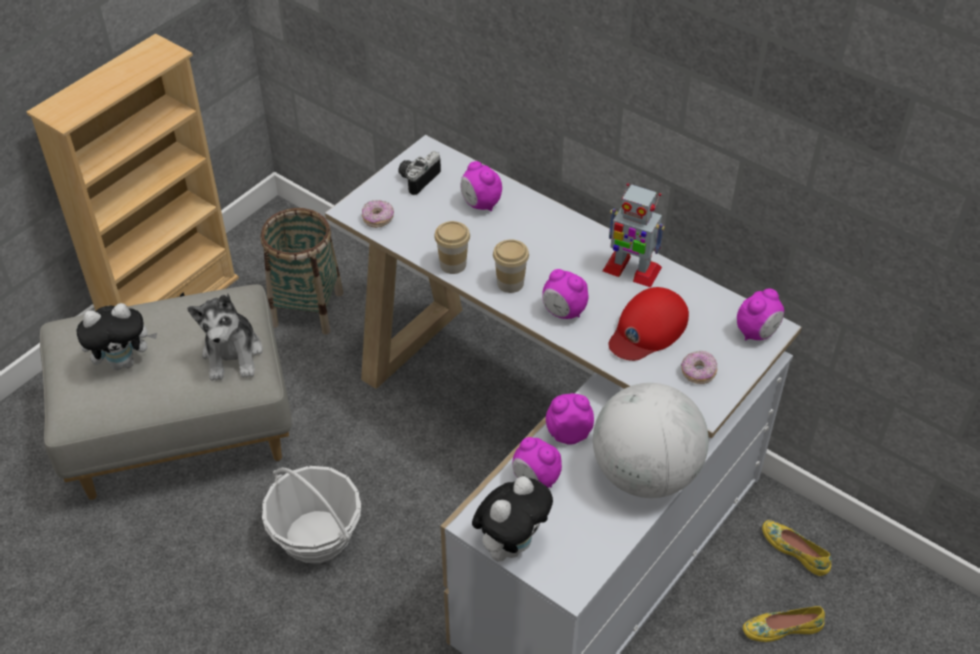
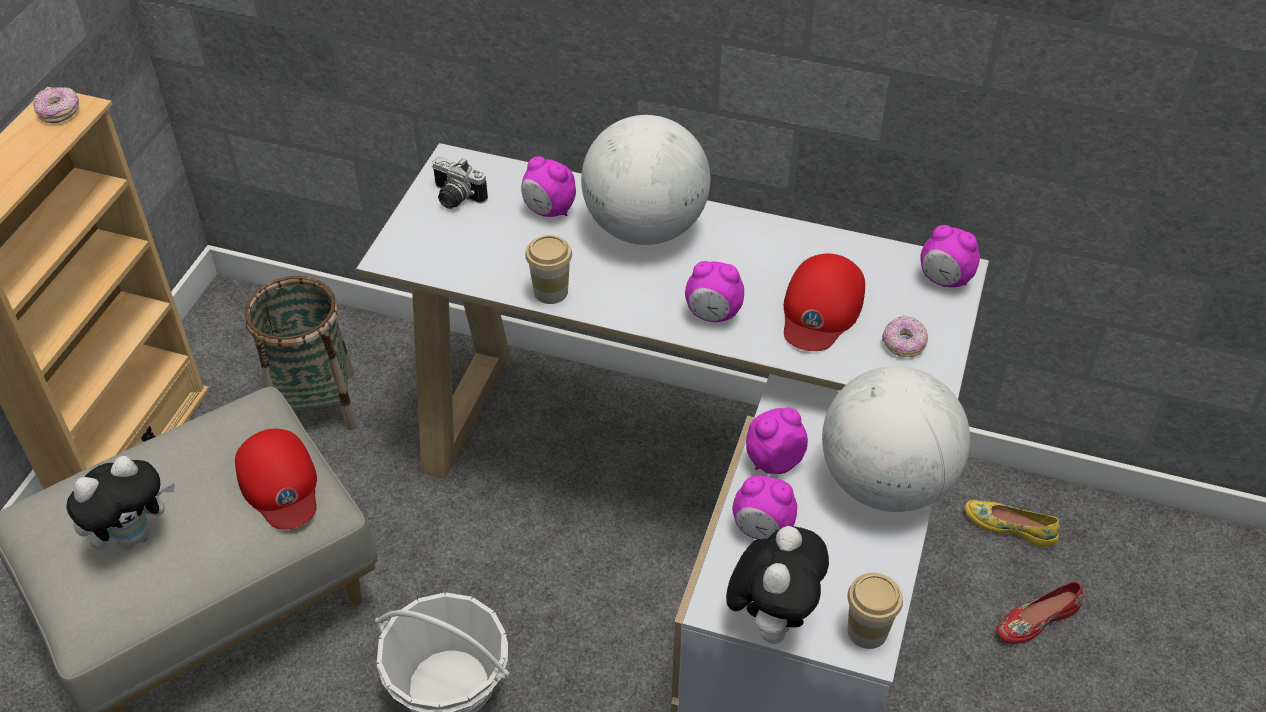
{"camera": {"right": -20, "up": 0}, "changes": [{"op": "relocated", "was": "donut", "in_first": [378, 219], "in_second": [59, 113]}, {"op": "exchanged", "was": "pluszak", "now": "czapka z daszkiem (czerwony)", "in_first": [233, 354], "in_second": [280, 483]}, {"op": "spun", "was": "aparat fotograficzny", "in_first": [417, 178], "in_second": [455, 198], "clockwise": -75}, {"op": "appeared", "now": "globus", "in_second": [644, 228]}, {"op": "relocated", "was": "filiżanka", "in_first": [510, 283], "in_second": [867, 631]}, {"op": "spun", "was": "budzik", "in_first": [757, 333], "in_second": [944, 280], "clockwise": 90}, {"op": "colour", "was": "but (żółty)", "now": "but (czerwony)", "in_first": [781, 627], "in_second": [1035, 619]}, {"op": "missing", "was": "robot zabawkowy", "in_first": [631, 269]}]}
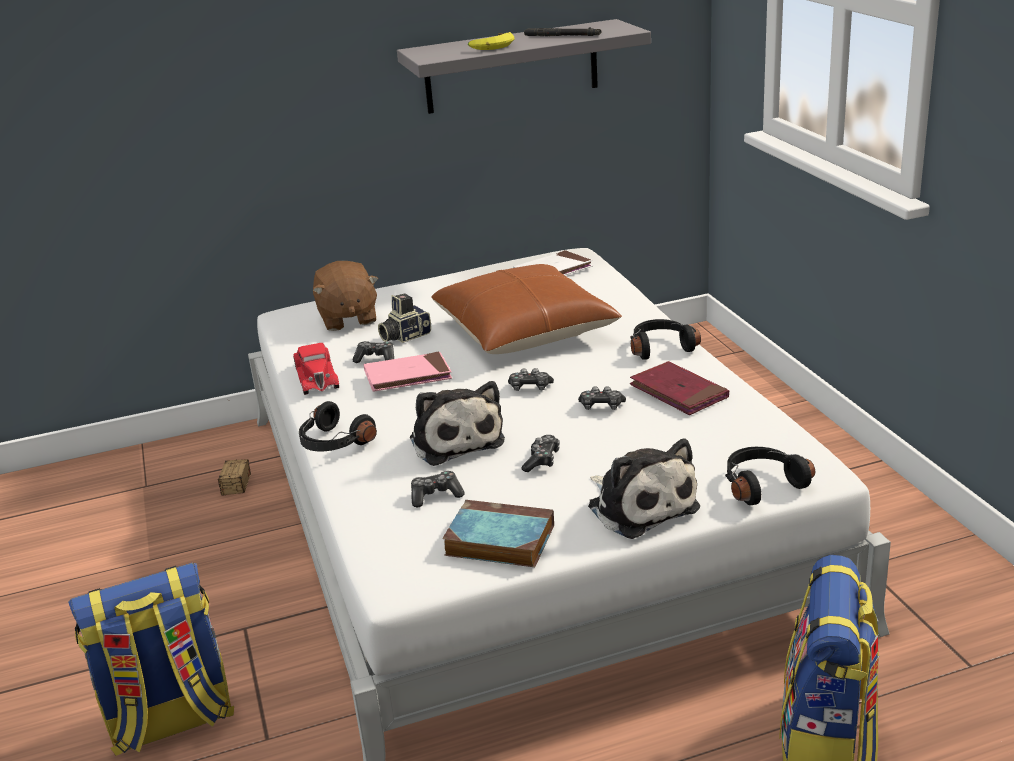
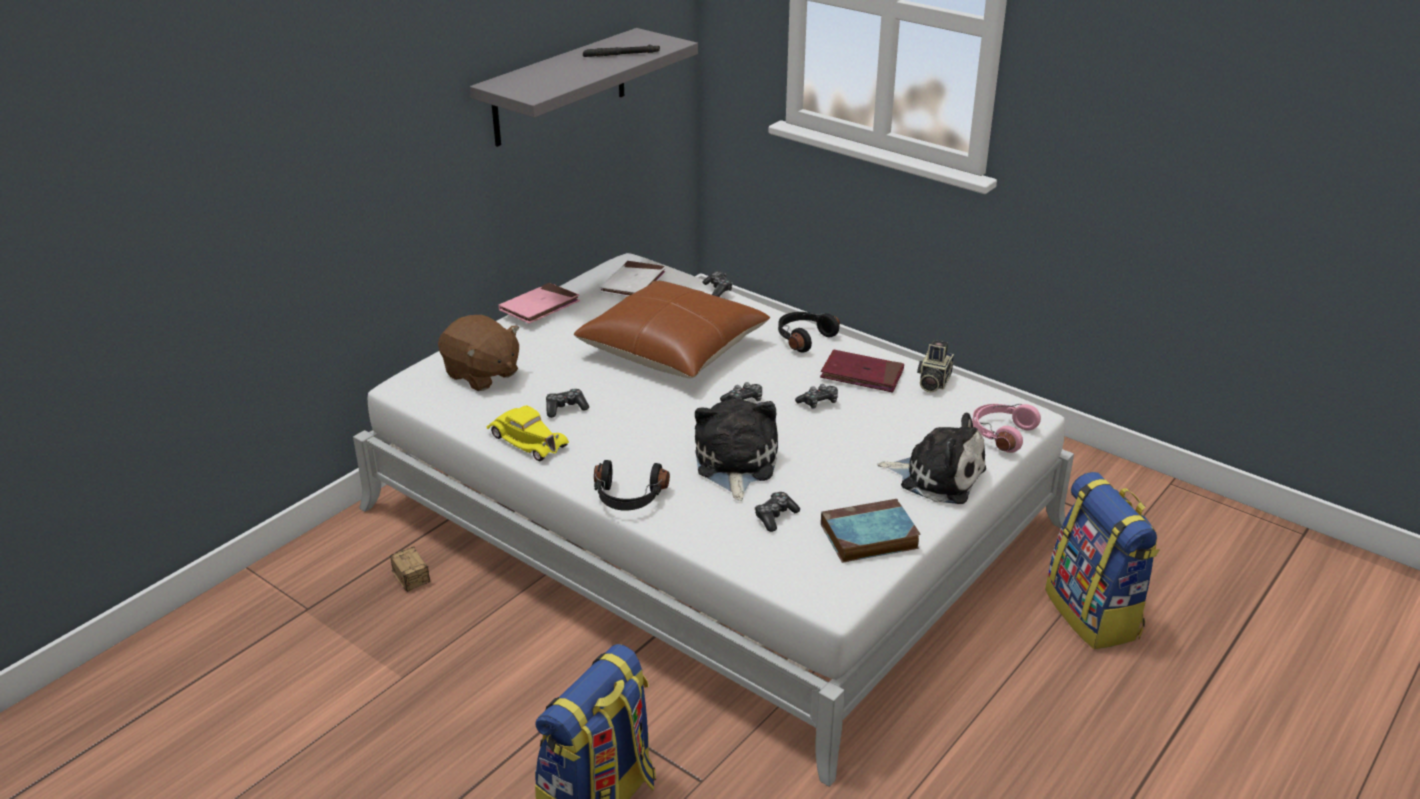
{"camera": {"right": -35, "up": 5}, "changes": [{"op": "colour", "was": "samochodzik (czerwony)", "now": "samochodzik (żółty)", "in_first": [316, 376], "in_second": [527, 440]}, {"op": "relocated", "was": "książka (różowy)", "in_first": [408, 376], "in_second": [539, 307]}, {"op": "spun", "was": "pluszak", "in_first": [455, 439], "in_second": [734, 464], "clockwise": -120}, {"op": "relocated", "was": "pad do gier", "in_first": [542, 460], "in_second": [718, 289]}, {"op": "relocated", "was": "aparat fotograficzny", "in_first": [404, 336], "in_second": [932, 382]}, {"op": "colour", "was": "słuchawki (czarny)", "now": "słuchawki (różowy)", "in_first": [761, 484], "in_second": [1001, 434]}, {"op": "missing", "was": "banan", "in_first": [490, 46]}]}
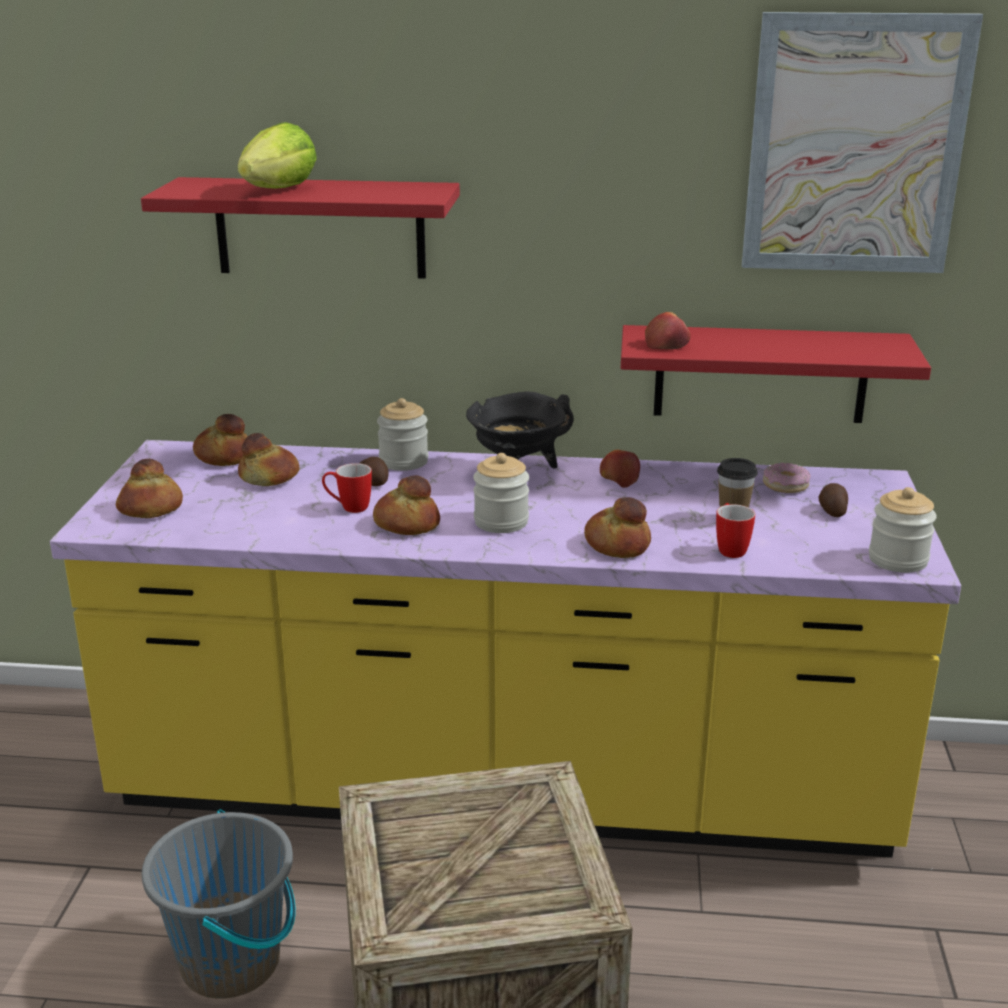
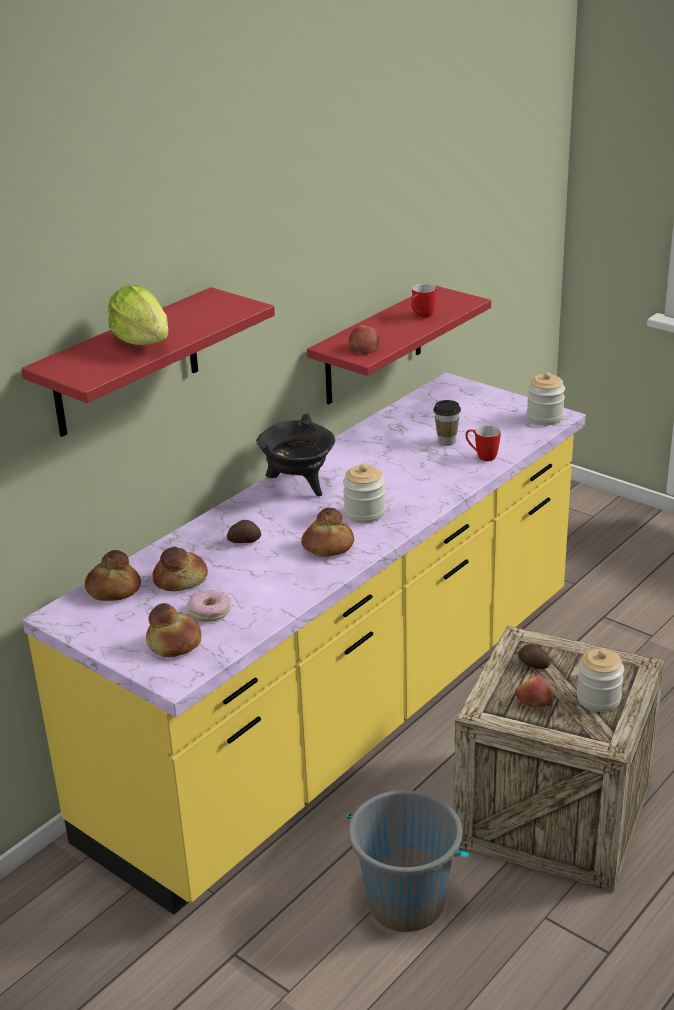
{"camera": {"right": -55, "up": 5}, "changes": [{"op": "relocated", "was": "donut", "in_first": [785, 485], "in_second": [209, 611]}, {"op": "relocated", "was": "kubek", "in_first": [348, 508], "in_second": [421, 316]}, {"op": "relocated", "was": "jabłko", "in_first": [619, 478], "in_second": [532, 700]}, {"op": "relocated", "was": "ziemniak", "in_first": [832, 511], "in_second": [533, 665]}, {"op": "relocated", "was": "słoik", "in_first": [403, 461], "in_second": [598, 699]}, {"op": "missing", "was": "chleb", "in_first": [618, 544]}, {"op": "missing", "was": "obraz", "in_first": [855, 146]}]}
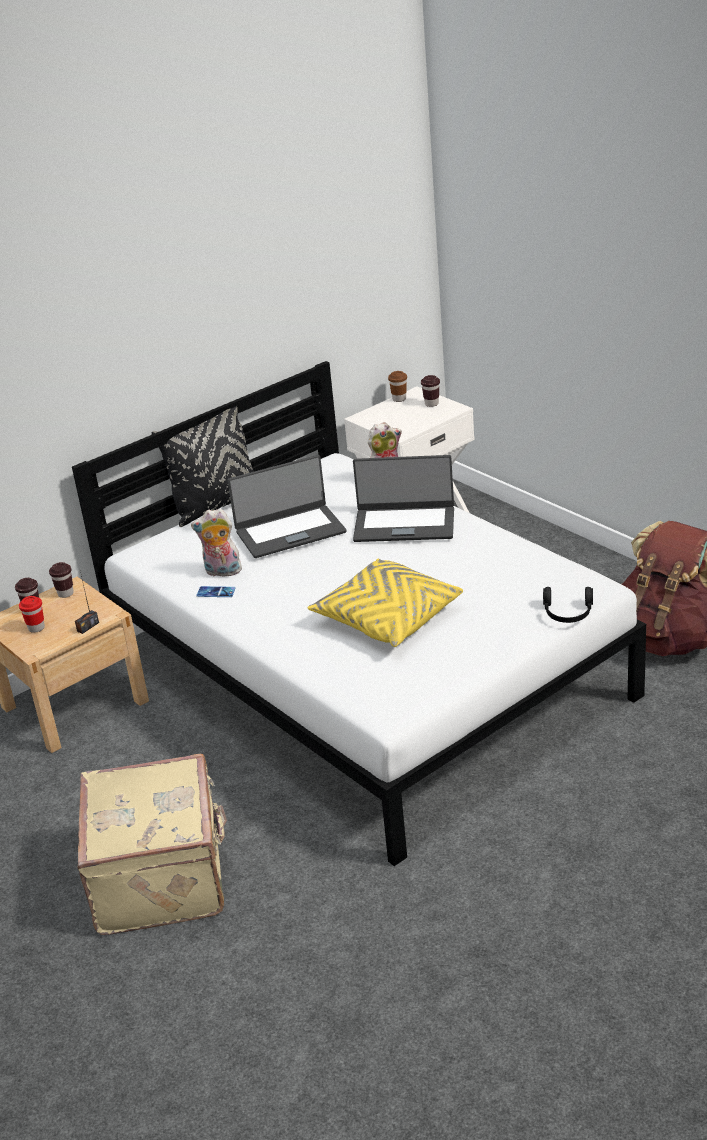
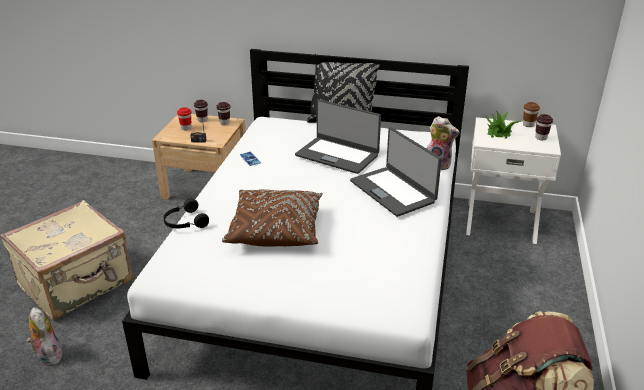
{"camera": {"right": 50, "up": 0}, "changes": [{"op": "relocated", "was": "pluszak", "in_first": [222, 572], "in_second": [47, 355]}, {"op": "relocated", "was": "słuchawki (czarny)", "in_first": [568, 613], "in_second": [184, 222]}, {"op": "colour", "was": "poduszka (żółty)", "now": "poduszka (brązowy)", "in_first": [387, 618], "in_second": [275, 230]}, {"op": "appeared", "now": "roślina doniczkowa", "in_second": [498, 132]}]}
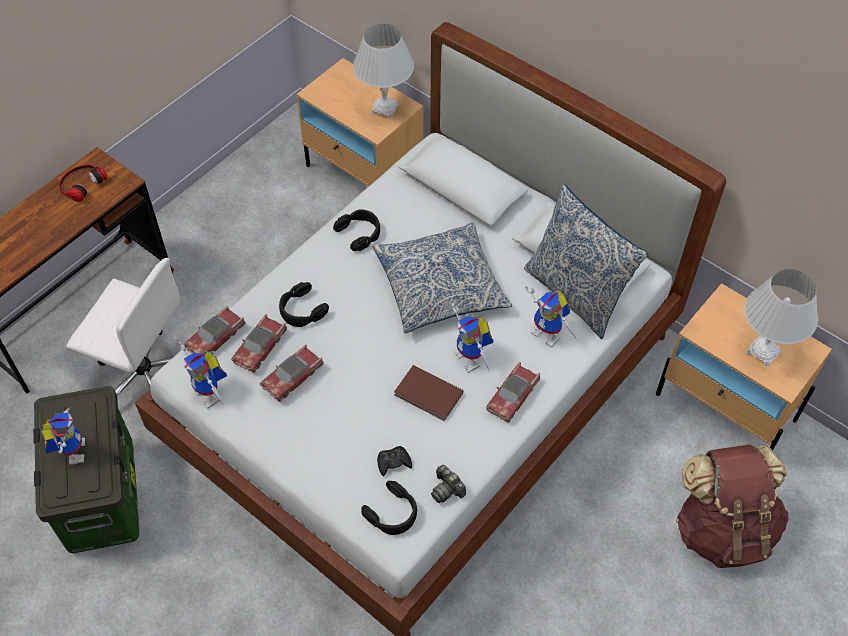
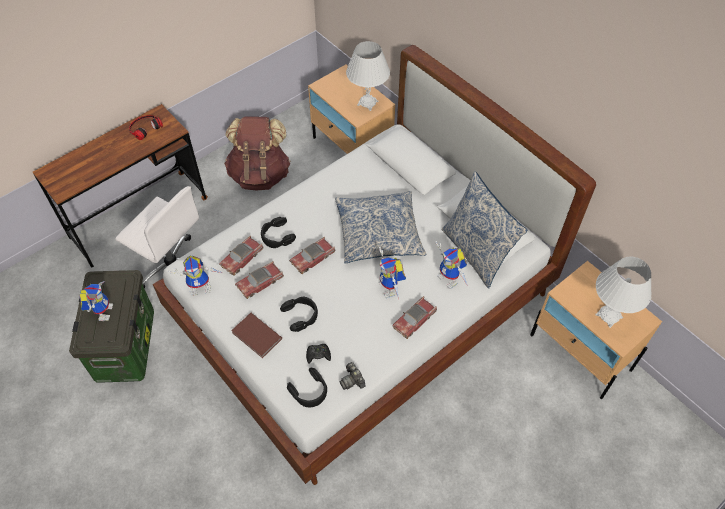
{"camera": {"right": 10, "up": 0}, "changes": [{"op": "spun", "was": "robot zabawkowy", "in_first": [212, 394], "in_second": [202, 286], "clockwise": -75}, {"op": "relocated", "was": "plecak (brązowy)", "in_first": [723, 529], "in_second": [260, 174]}, {"op": "relocated", "was": "książka (brązowy)", "in_first": [428, 395], "in_second": [256, 337]}, {"op": "relocated", "was": "słuchawki (czarny)", "in_first": [359, 233], "in_second": [301, 315]}, {"op": "relocated", "was": "samochodzik", "in_first": [215, 338], "in_second": [312, 258]}]}
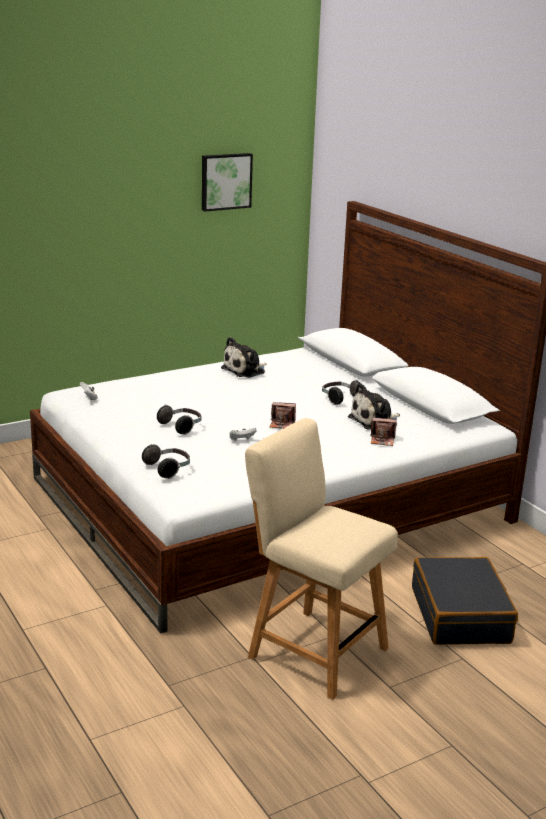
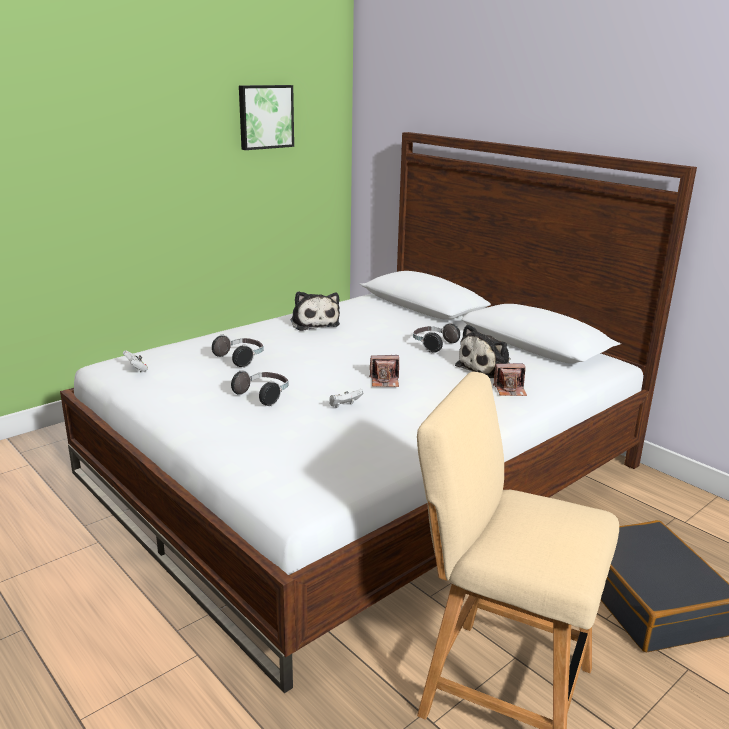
{"camera": {"right": -10, "up": 0}, "changes": [{"op": "relocated", "was": "słuchawki", "in_first": [168, 469], "in_second": [241, 359]}, {"op": "spun", "was": "pluszak", "in_first": [245, 370], "in_second": [314, 323], "clockwise": -60}]}
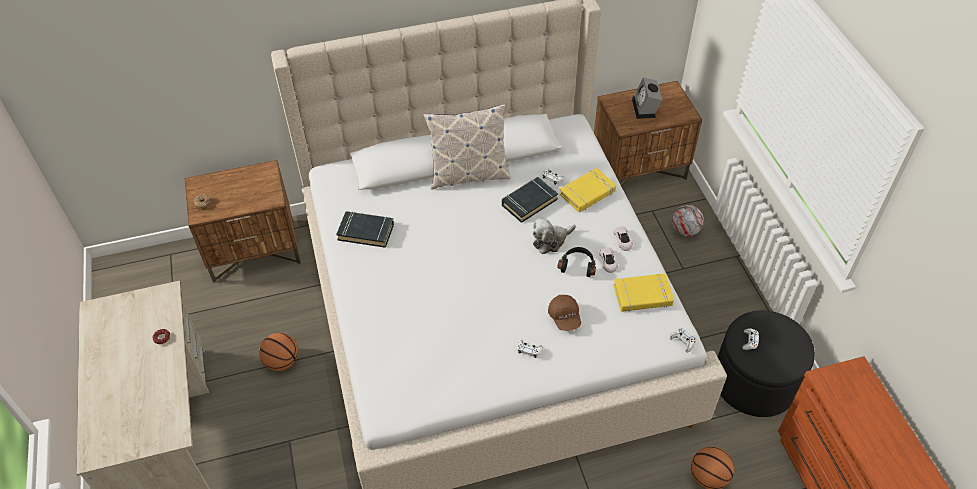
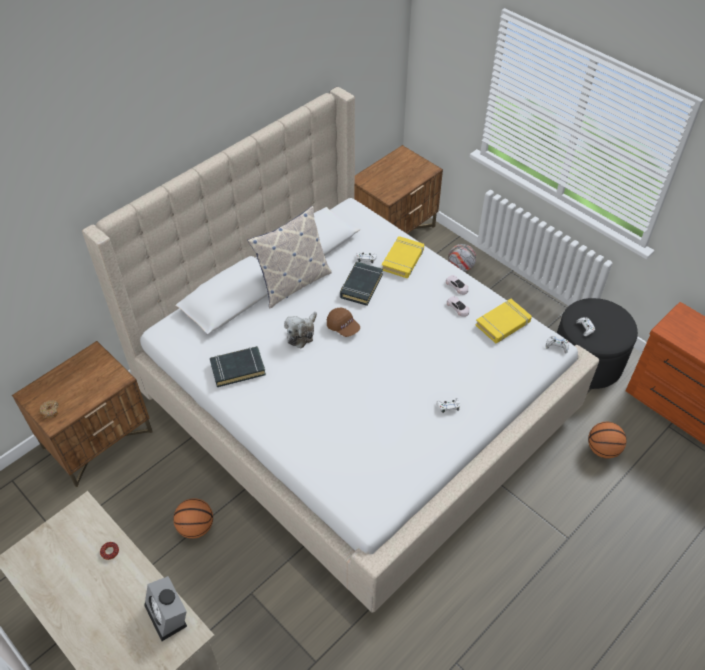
{"camera": {"right": -30, "up": 0}, "changes": [{"op": "relocated", "was": "budzik", "in_first": [645, 109], "in_second": [168, 616]}, {"op": "relocated", "was": "pluszak", "in_first": [551, 241], "in_second": [301, 334]}, {"op": "relocated", "was": "czapka z daszkiem (brązowy)", "in_first": [565, 317], "in_second": [343, 327]}, {"op": "missing", "was": "słuchawki (czarny)", "in_first": [577, 265]}]}
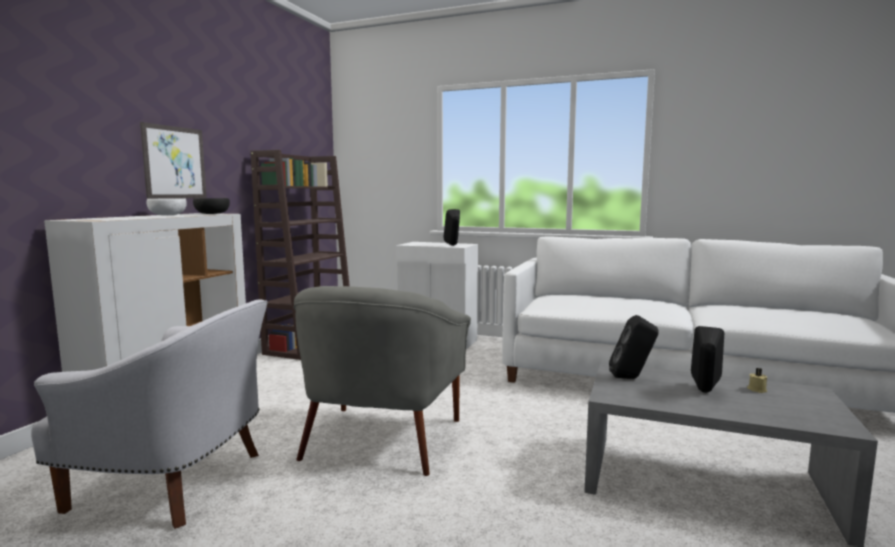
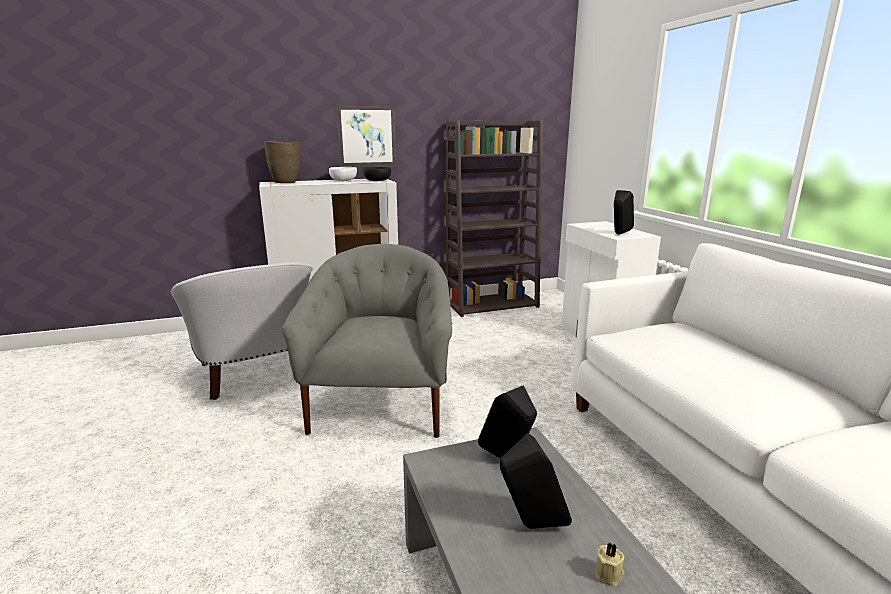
{"camera": {"right": 50, "up": 10}, "changes": [{"op": "appeared", "now": "wazon (brązowy)", "in_second": [285, 182]}, {"op": "spun", "was": "fotel (szary)", "in_first": [381, 439], "in_second": [381, 404], "clockwise": 120}]}
